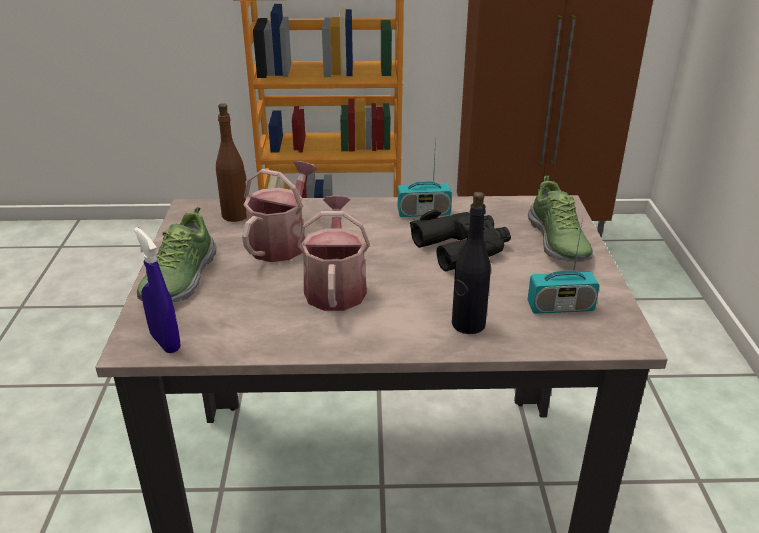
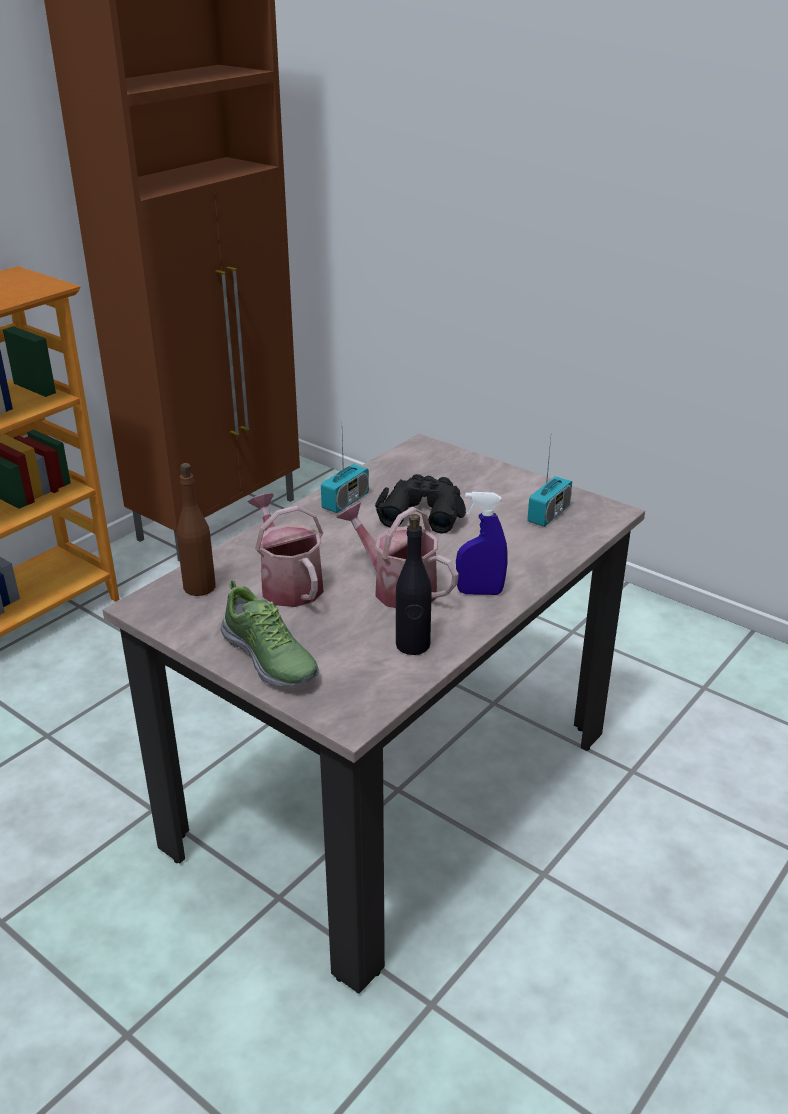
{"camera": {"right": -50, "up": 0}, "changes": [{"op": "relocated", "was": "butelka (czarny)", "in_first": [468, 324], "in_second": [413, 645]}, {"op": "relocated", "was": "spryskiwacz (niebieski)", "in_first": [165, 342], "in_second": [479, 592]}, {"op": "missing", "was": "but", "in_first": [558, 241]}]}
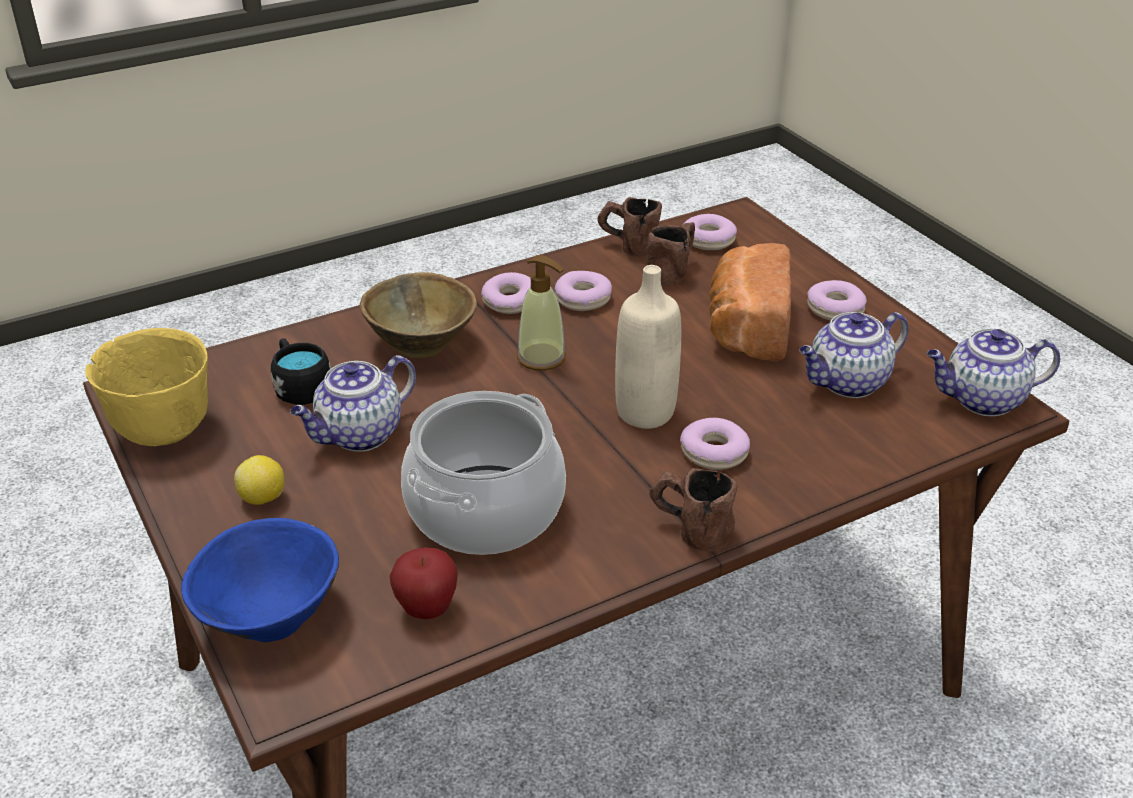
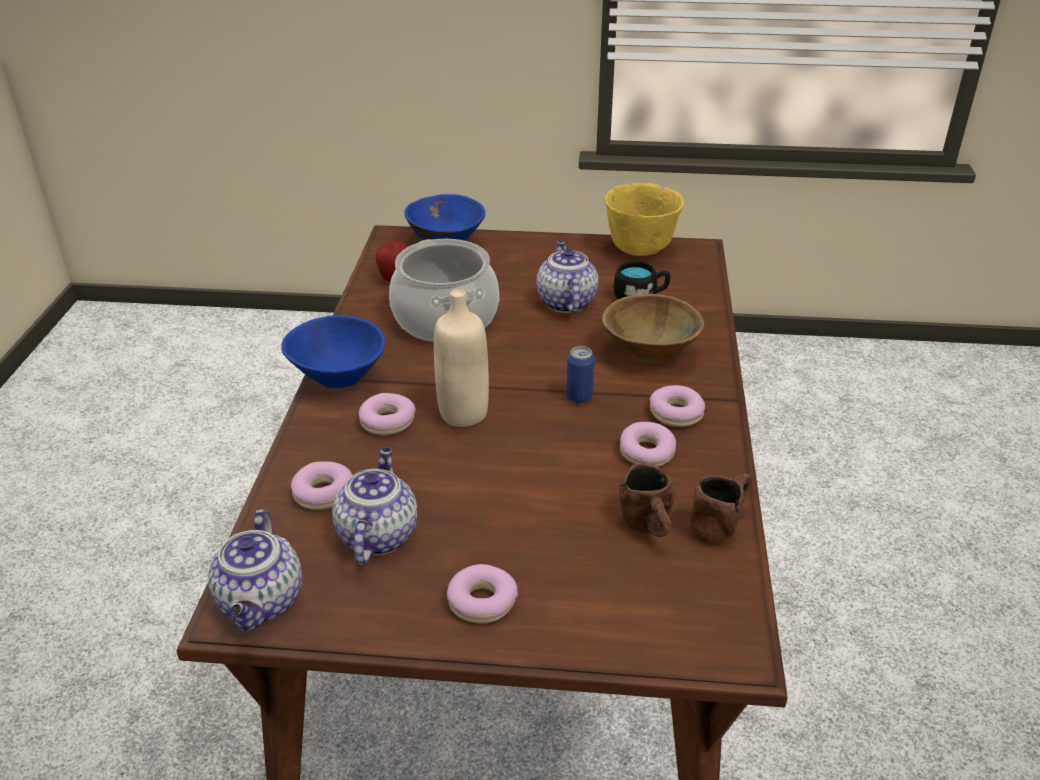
{"camera": {"right": 125, "up": 0}, "changes": [{"op": "spun", "was": "imbryk", "in_first": [982, 400], "in_second": [262, 603], "clockwise": 150}, {"op": "exchanged", "was": "kubek (brązowy)", "now": "miska (niebieski)", "in_first": [689, 530], "in_second": [337, 377]}, {"op": "relocated", "was": "donut", "in_first": [708, 240], "in_second": [323, 493]}, {"op": "exchanged", "was": "dozownik mydła", "now": "puszka", "in_first": [542, 358], "in_second": [579, 397]}, {"op": "missing", "was": "cytryna", "in_first": [263, 498]}, {"op": "missing", "was": "chleb", "in_first": [745, 328]}]}
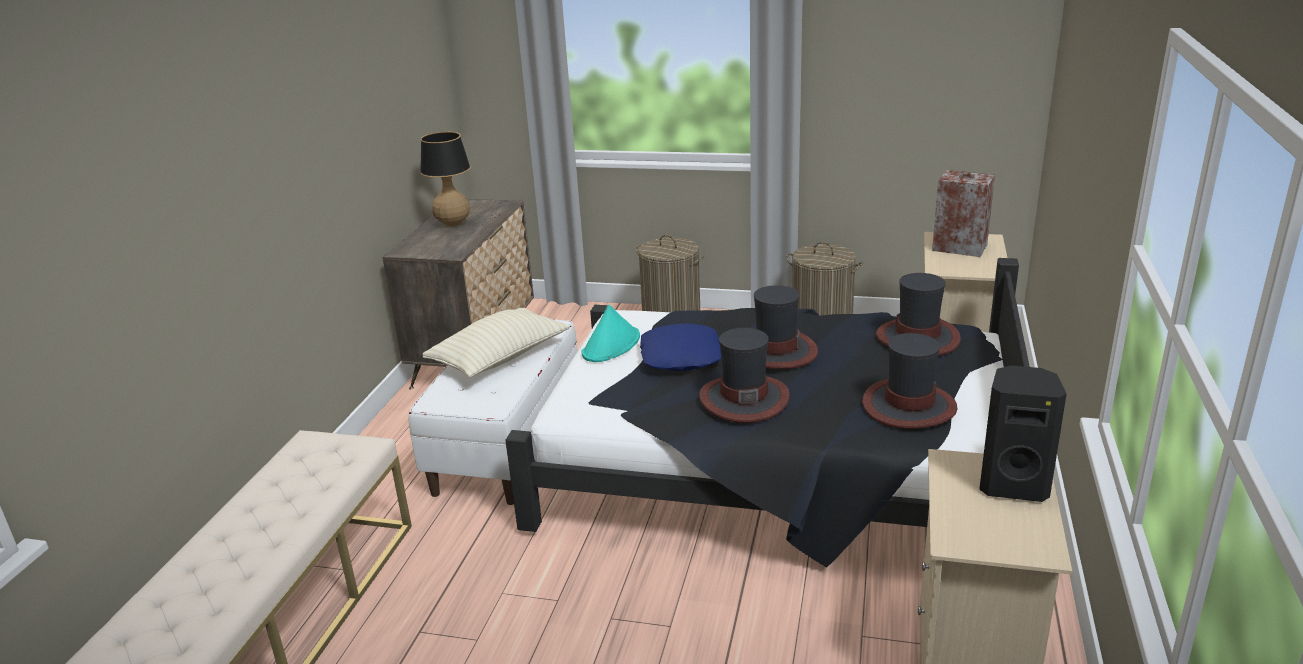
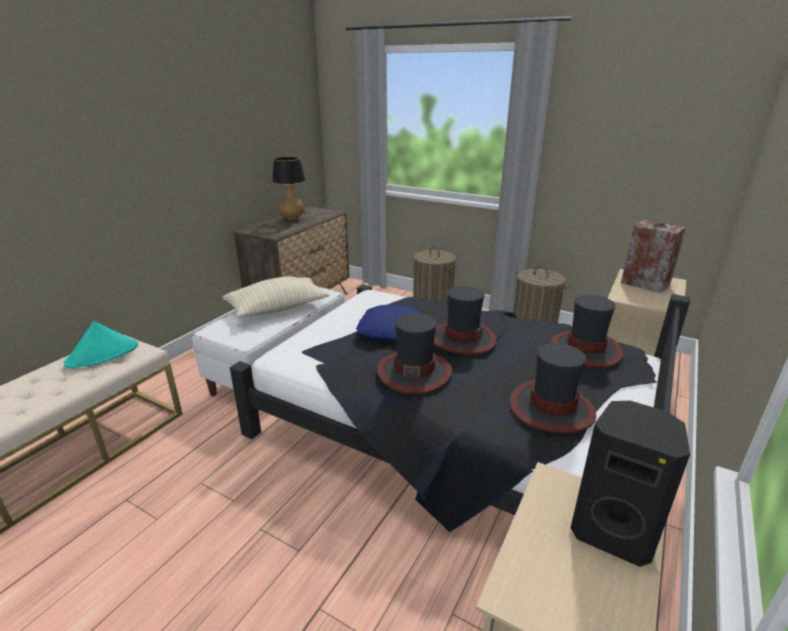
{"camera": {"right": 15, "up": 0}, "changes": [{"op": "relocated", "was": "kapelusz (turkusowy)", "in_first": [611, 345], "in_second": [103, 354]}]}
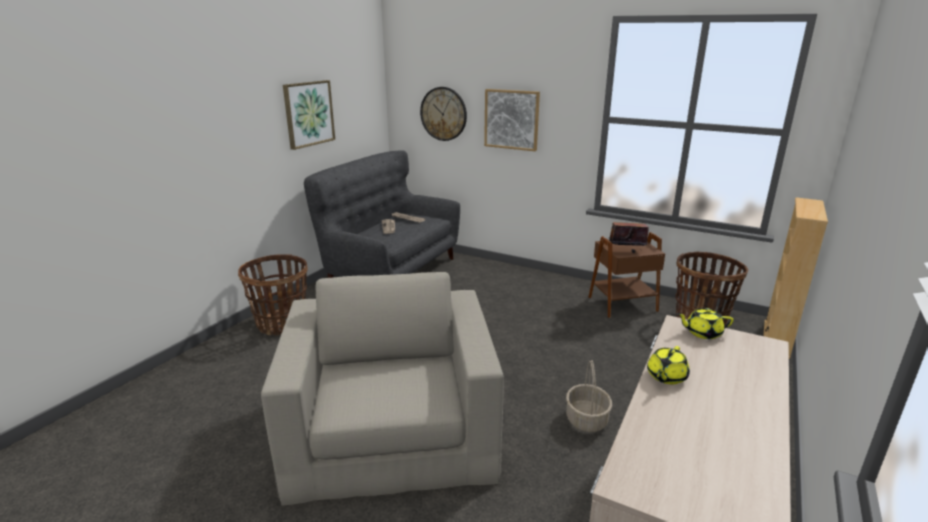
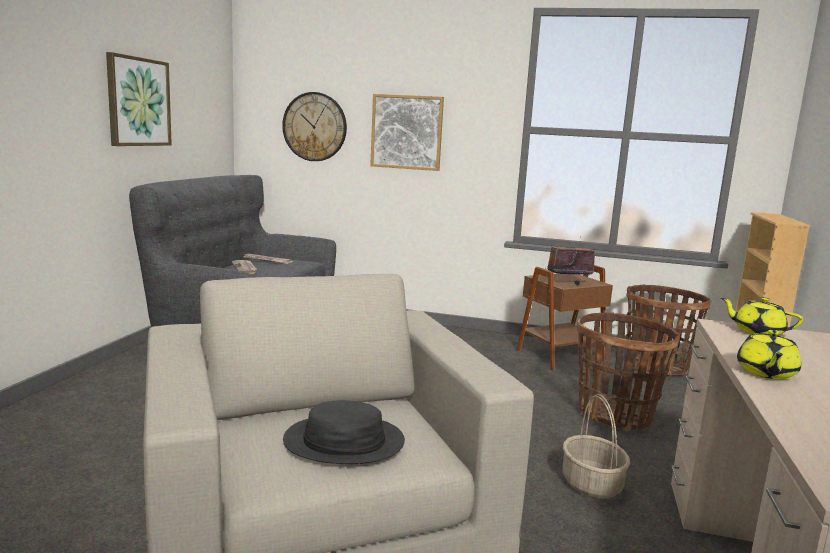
{"camera": {"right": -15, "up": -10}, "changes": [{"op": "appeared", "now": "kapelusz (czarny)", "in_second": [344, 442]}, {"op": "relocated", "was": "koszyk", "in_first": [282, 324], "in_second": [615, 415]}, {"op": "spun", "was": "imbryk (żółty)", "in_first": [702, 333], "in_second": [757, 332], "clockwise": 45}]}
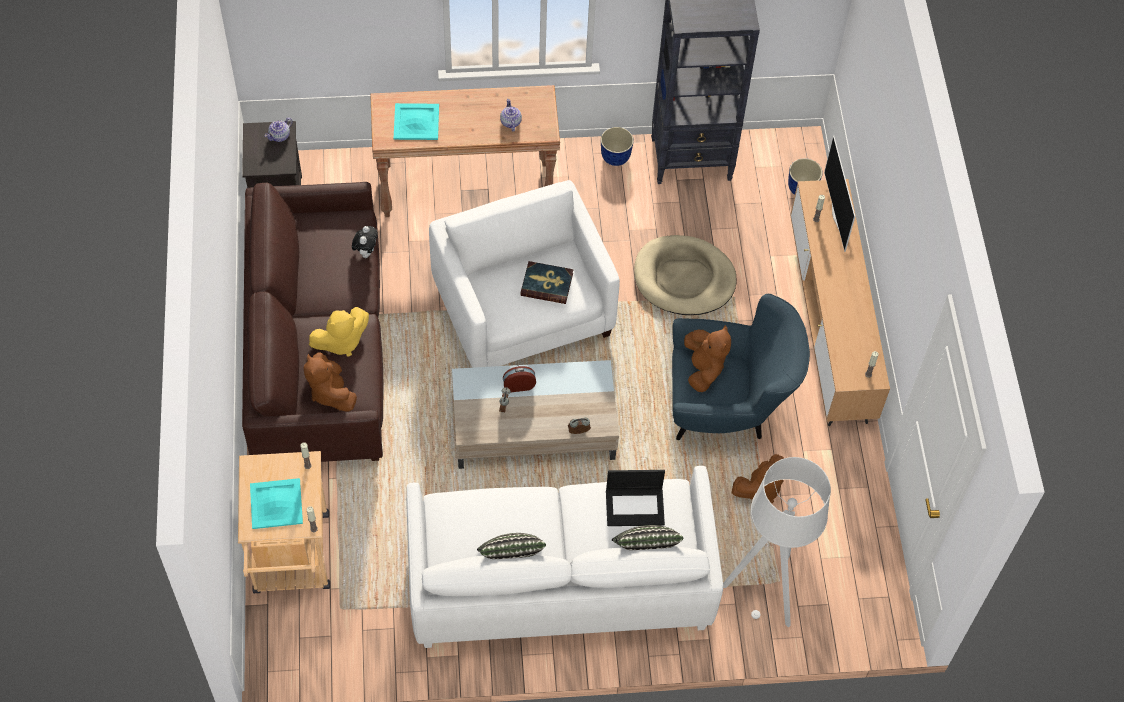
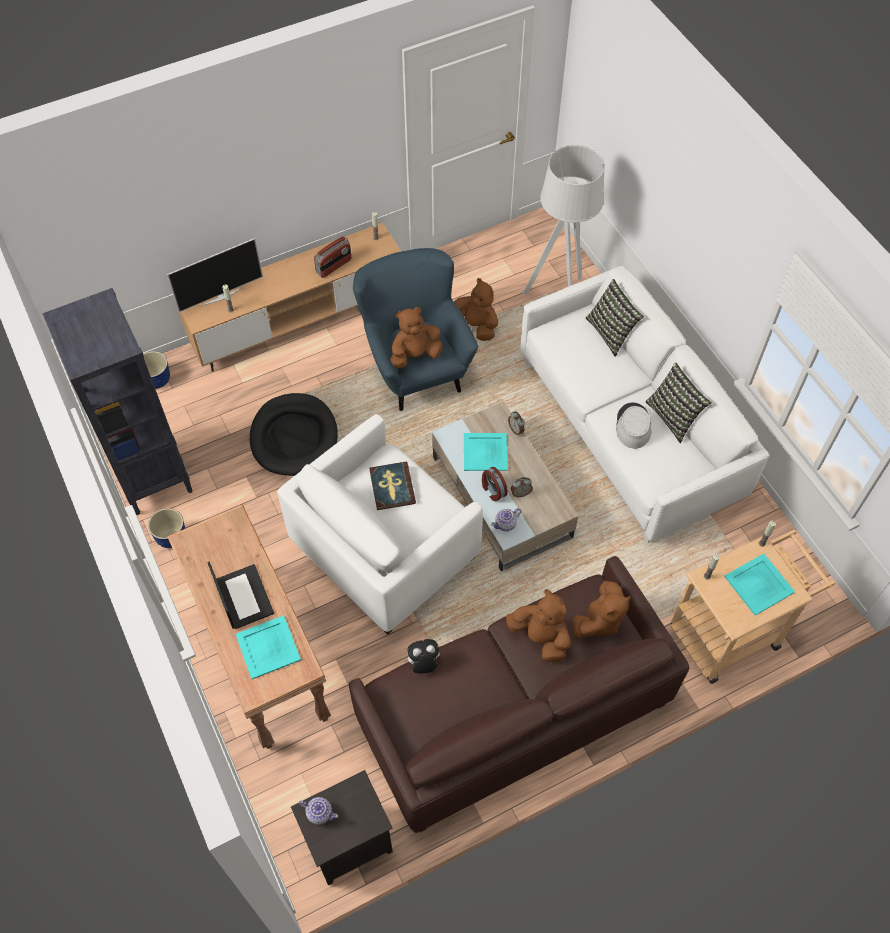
{"camera": {"right": -110, "up": 0}, "changes": [{"op": "relocated", "was": "laptop", "in_first": [635, 506], "in_second": [243, 596]}, {"op": "colour", "was": "legowisko (beżowy)", "now": "legowisko (czarny)", "in_first": [684, 278], "in_second": [294, 437]}, {"op": "appeared", "now": "radio", "in_second": [334, 266]}, {"op": "appeared", "now": "taca (turkusowy)", "in_second": [485, 452]}, {"op": "relocated", "was": "imbryk", "in_first": [510, 122], "in_second": [506, 524]}, {"op": "colour", "was": "pluszak (żółty)", "now": "pluszak (brązowy)", "in_first": [341, 342], "in_second": [540, 637]}, {"op": "appeared", "now": "kapelusz (szary)", "in_second": [633, 426]}]}
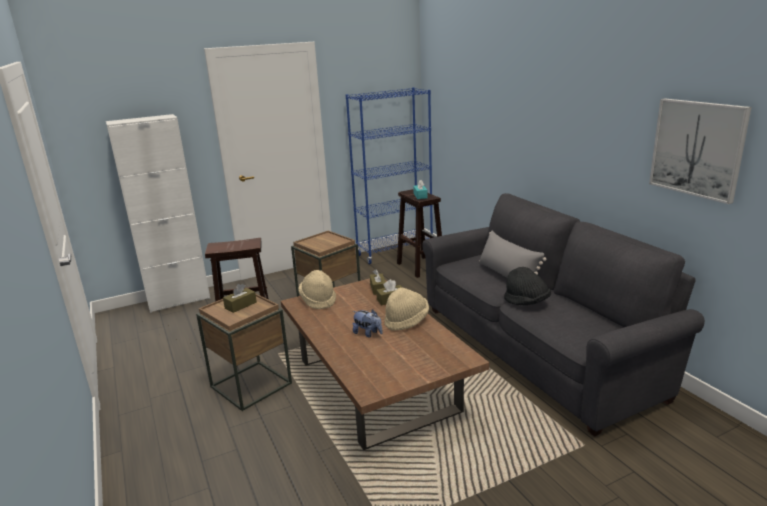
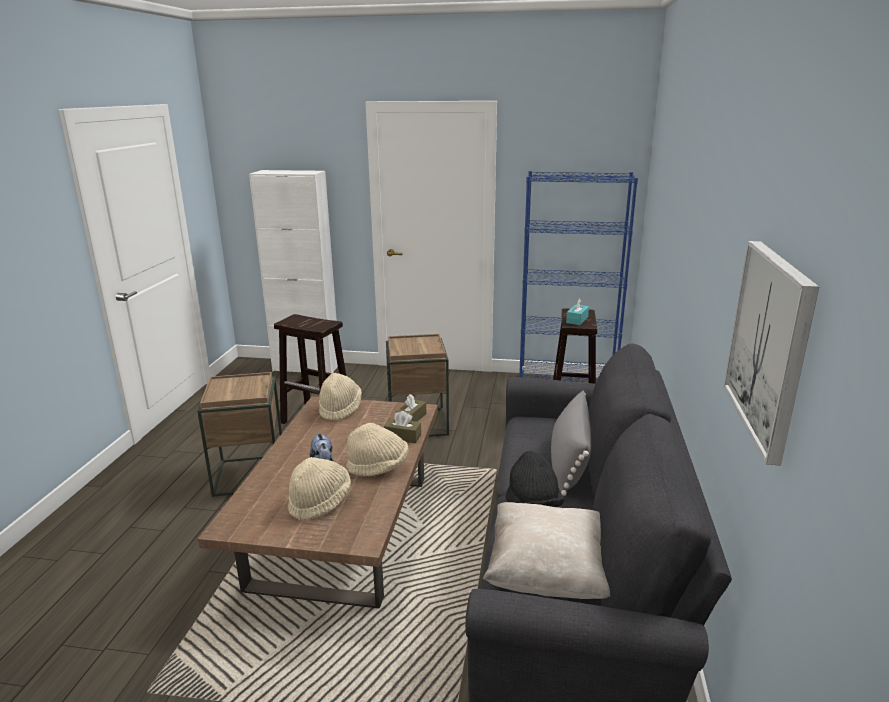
{"camera": {"right": 35, "up": 0}, "changes": [{"op": "appeared", "now": "kapelusz (beżowy)", "in_second": [320, 502]}, {"op": "appeared", "now": "poduszka (beżowy)", "in_second": [546, 573]}, {"op": "missing", "was": "pudełko chusteczek (brązowy)", "in_first": [240, 305]}]}
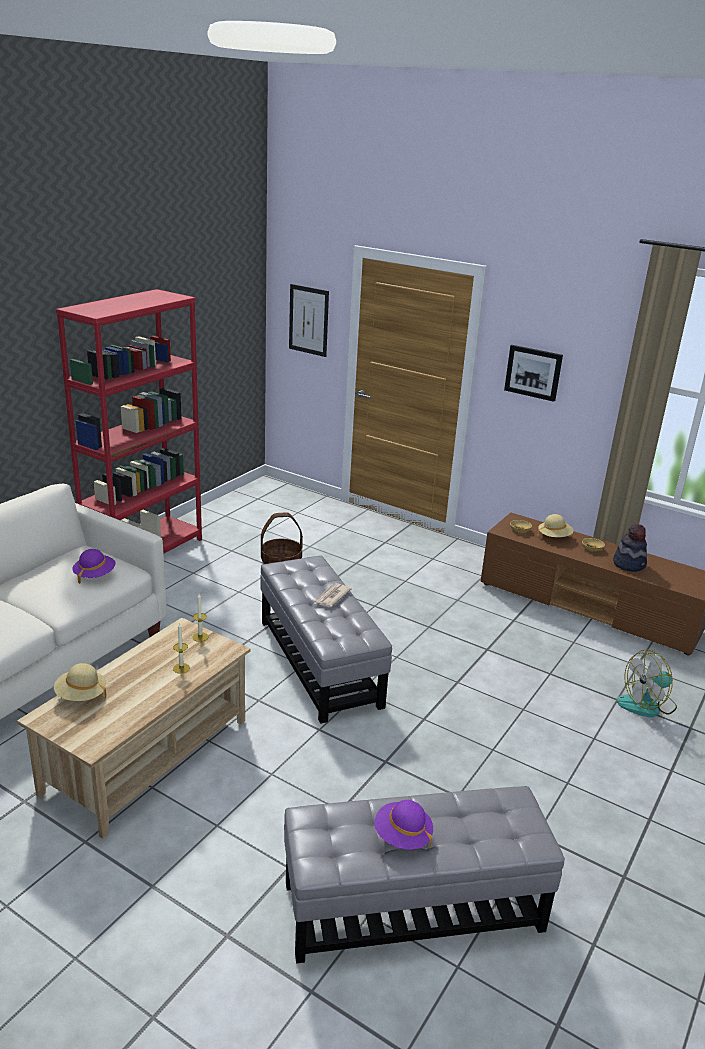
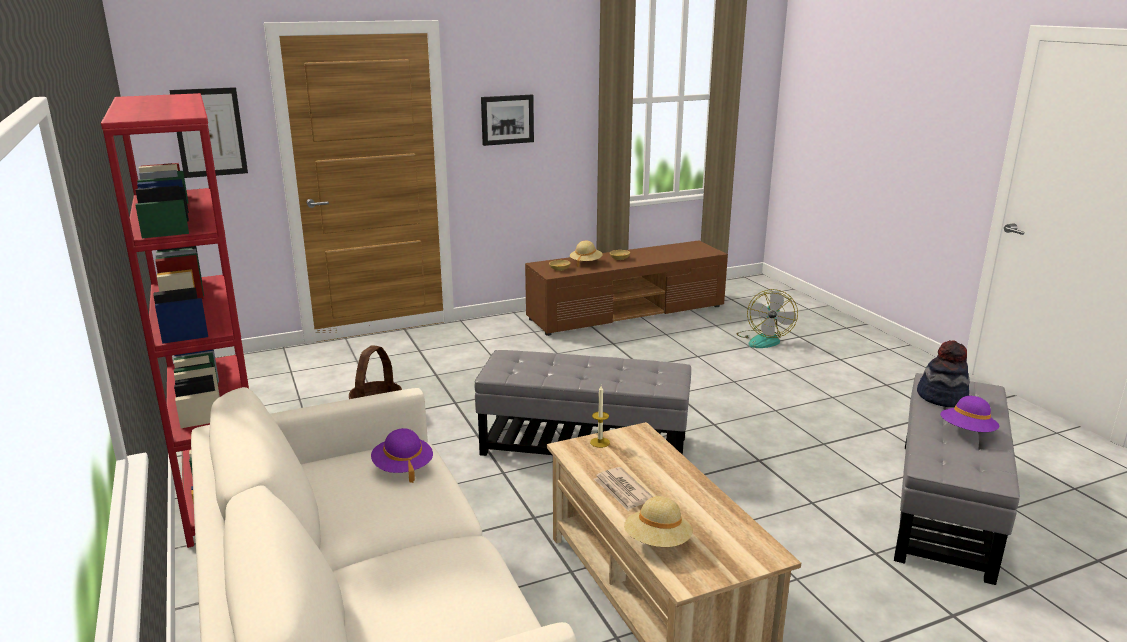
{"camera": {"right": -55, "up": -5}, "changes": [{"op": "relocated", "was": "gazeta", "in_first": [331, 597], "in_second": [622, 491]}, {"op": "relocated", "was": "kapelusz", "in_first": [629, 564], "in_second": [942, 397]}, {"op": "missing", "was": "świeca", "in_first": [181, 668]}]}
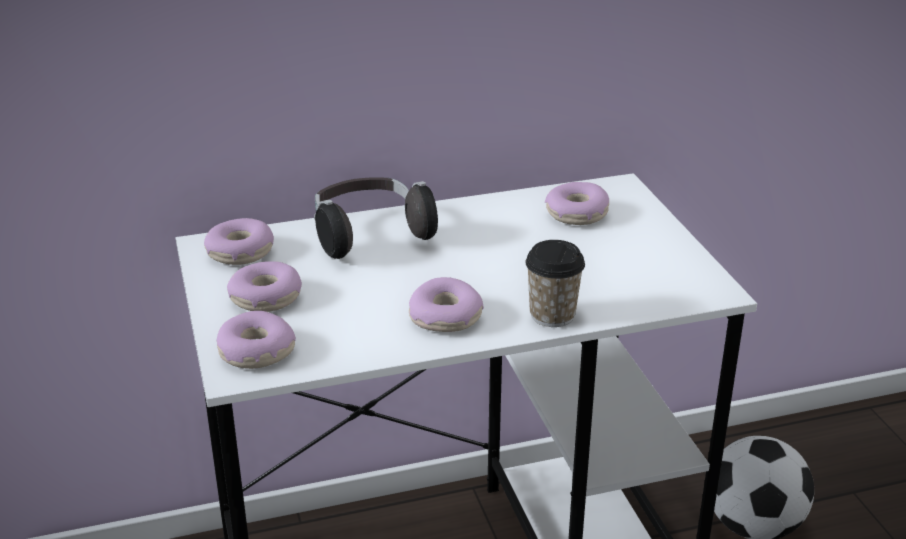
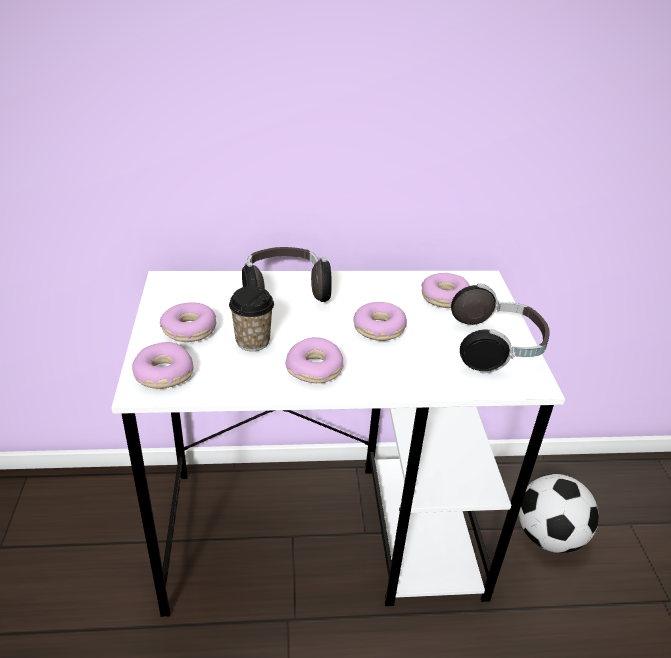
{"camera": {"right": 10, "up": 5}, "changes": [{"op": "relocated", "was": "filiżanka", "in_first": [552, 315], "in_second": [252, 341]}, {"op": "relocated", "was": "donut", "in_first": [240, 252], "in_second": [379, 329]}, {"op": "appeared", "now": "słuchawki", "in_second": [496, 347]}]}
